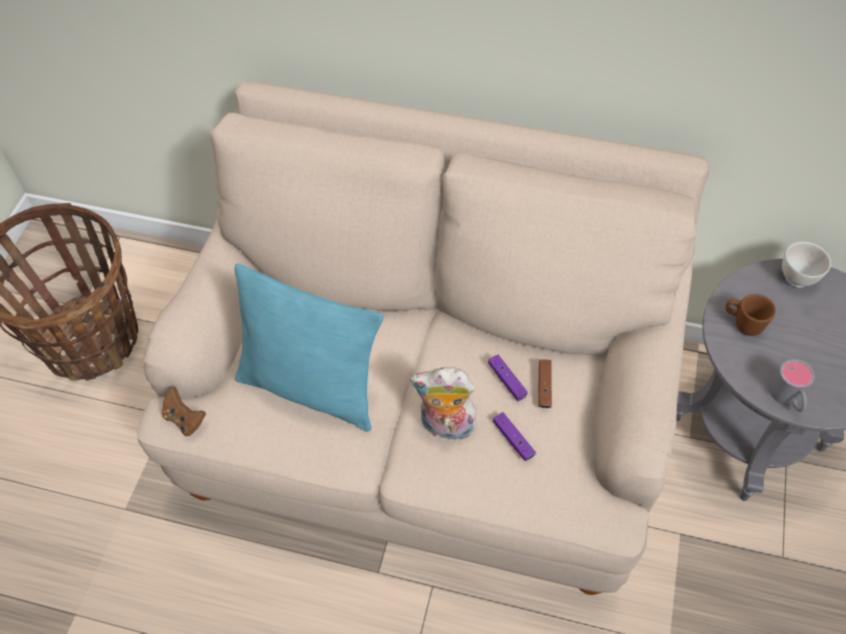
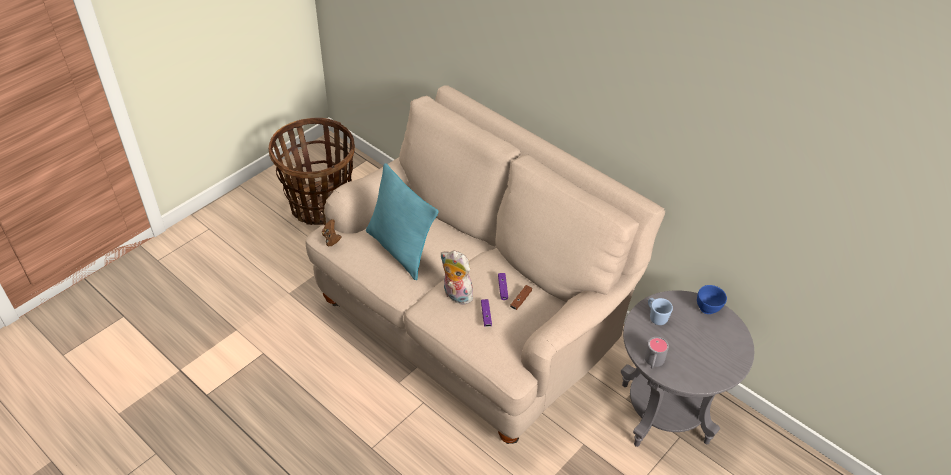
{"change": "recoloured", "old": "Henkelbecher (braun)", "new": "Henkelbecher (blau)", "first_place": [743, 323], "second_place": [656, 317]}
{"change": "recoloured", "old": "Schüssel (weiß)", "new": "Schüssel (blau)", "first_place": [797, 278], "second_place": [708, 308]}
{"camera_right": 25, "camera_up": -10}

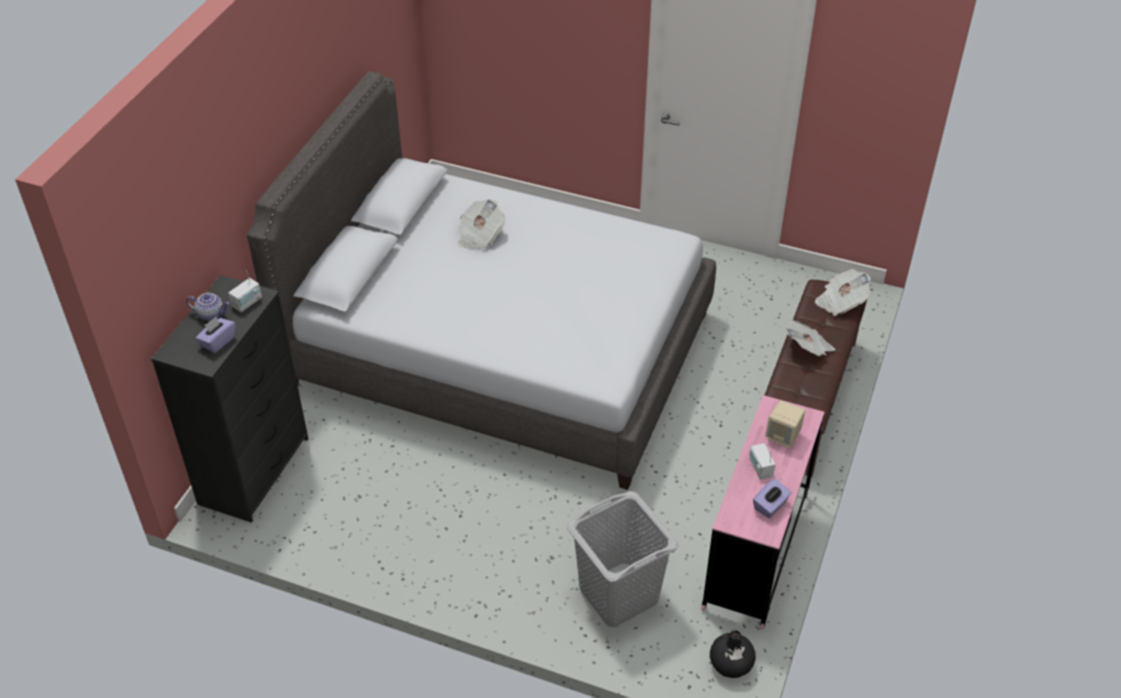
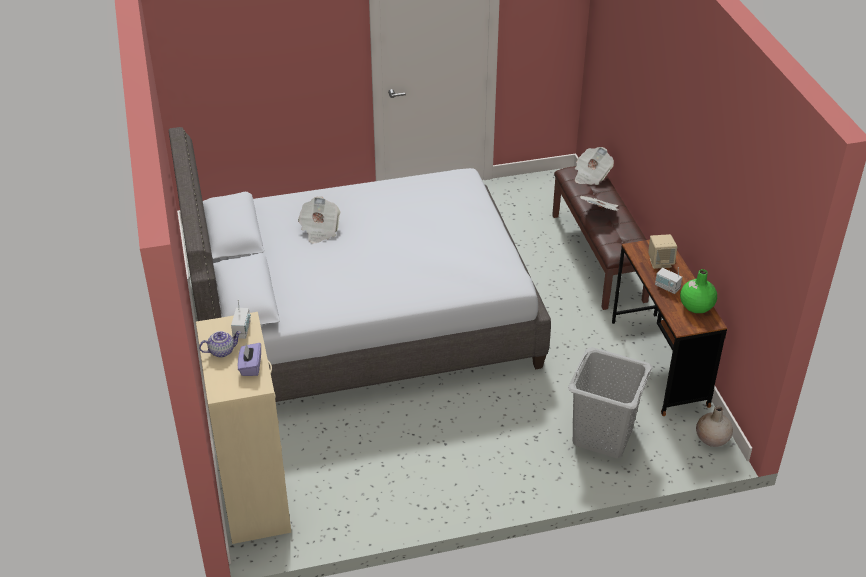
{"change": "recoloured", "old": "Kommode (schwarz)", "new": "Kommode (beige)", "first_place": [255, 470], "second_place": [254, 495]}
{"change": "recoloured", "old": "Schreibtisch (rosa)", "new": "Schreibtisch (braun)", "first_place": [756, 550], "second_place": [659, 363]}
{"change": "recoloured", "old": "Vase (schwarz)", "new": "Vase (beige)", "first_place": [730, 664], "second_place": [712, 439]}
{"change": "replaced", "old": "Taschentuchbox (lila)", "new": "Vase (grün)", "first_place": [770, 506], "second_place": [696, 306]}
{"camera_right": -35, "camera_up": -5}

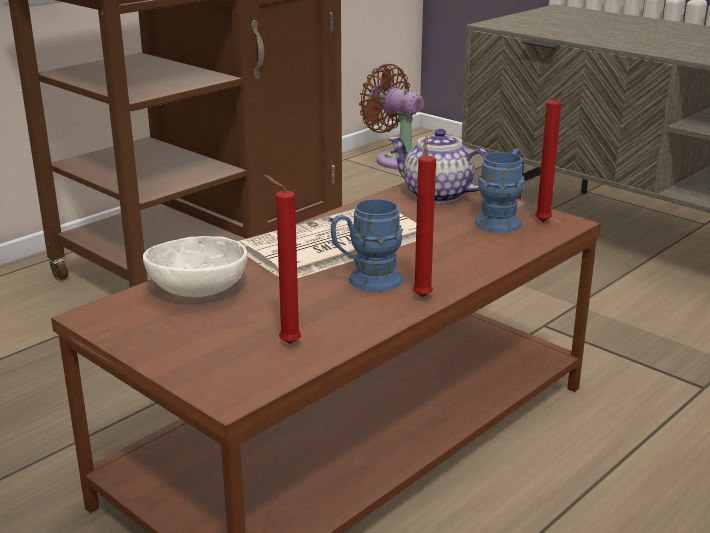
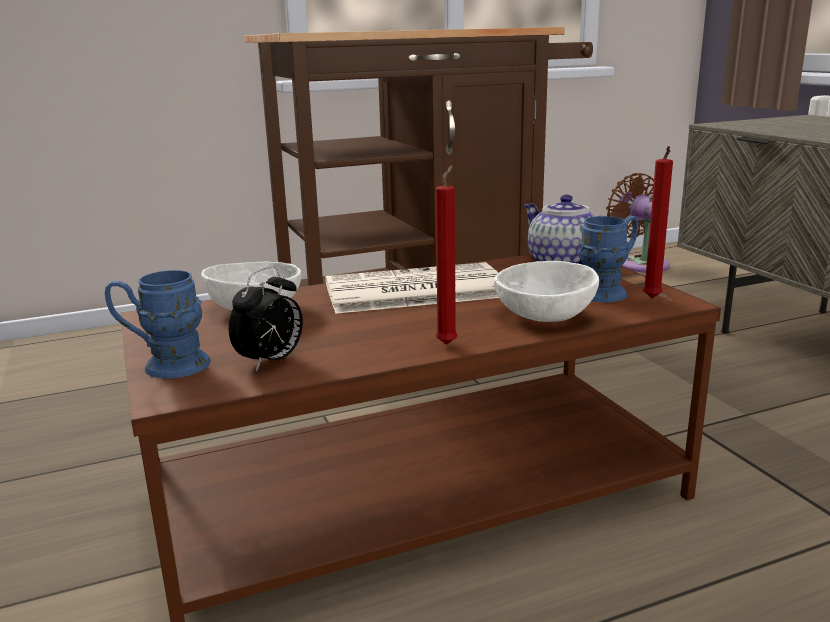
{"change": "replaced", "old": "Kerze (rot)", "new": "Wecker", "first_place": [286, 343], "second_place": [271, 362]}
{"change": "moved", "old": "Henkelbecher (blau)", "first_place": [366, 281], "second_place": [164, 365]}
{"change": "added", "new": "Schüssel (weiß)", "second_place": [544, 316]}
{"camera_right": 25, "camera_up": -5}

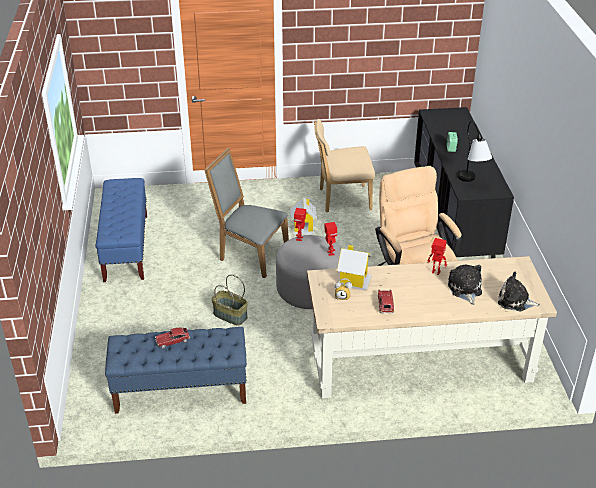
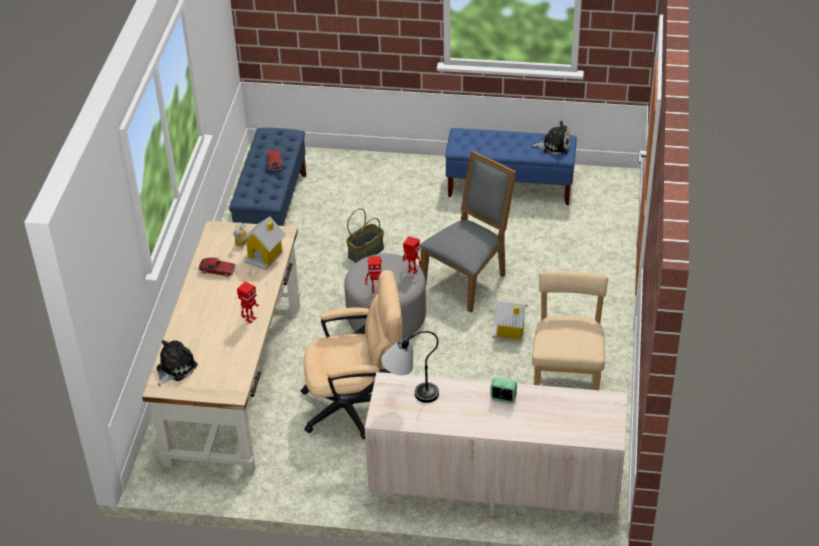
{"change": "recoloured", "old": "Kommode (schwarz)", "new": "Kommode (beige)", "first_place": [454, 217], "second_place": [494, 488]}
{"change": "moved", "old": "Plüschtier", "first_place": [465, 289], "second_place": [554, 145]}
{"camera_right": 105, "camera_up": 5}

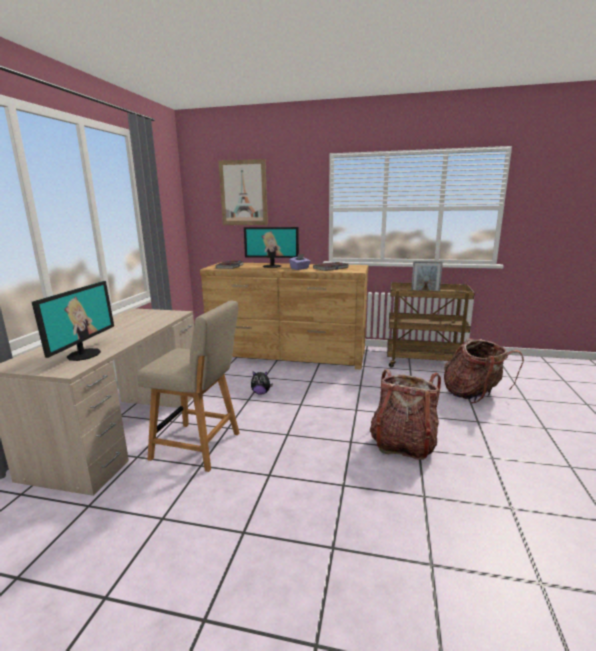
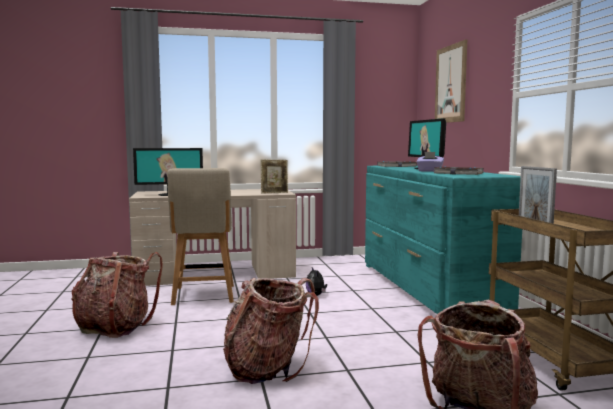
{"change": "recoloured", "old": "Kommode (braun)", "new": "Kommode (türkis)", "first_place": [287, 355], "second_place": [427, 288]}
{"change": "added", "new": "Rucksack", "second_place": [115, 327]}
{"change": "added", "new": "Bilderrahmen", "second_place": [274, 193]}
{"camera_right": 65, "camera_up": -10}

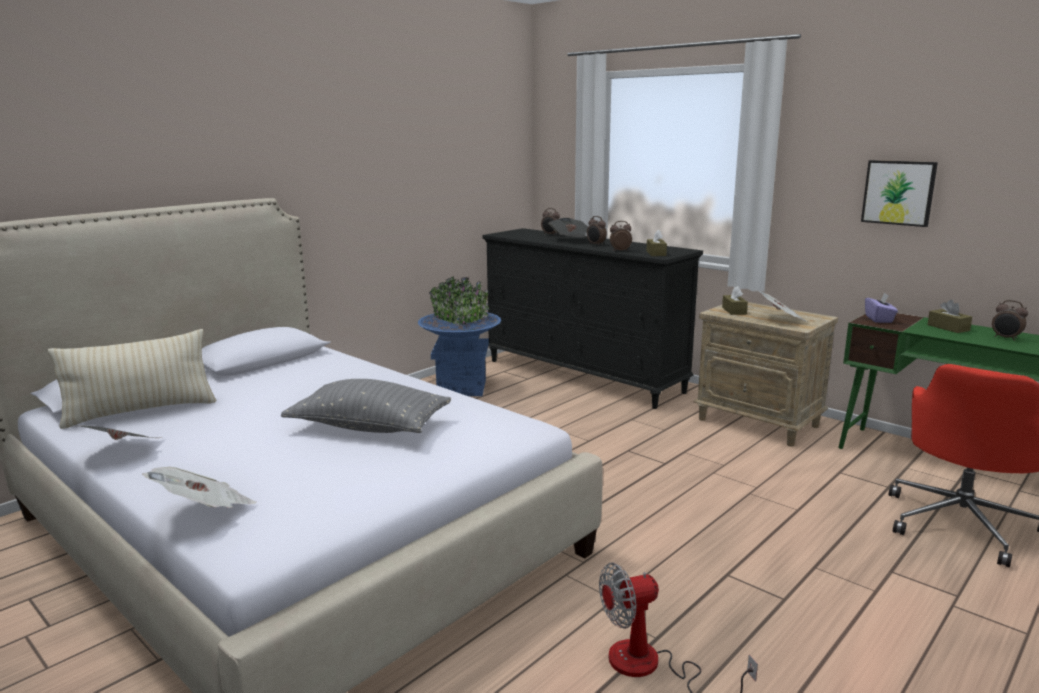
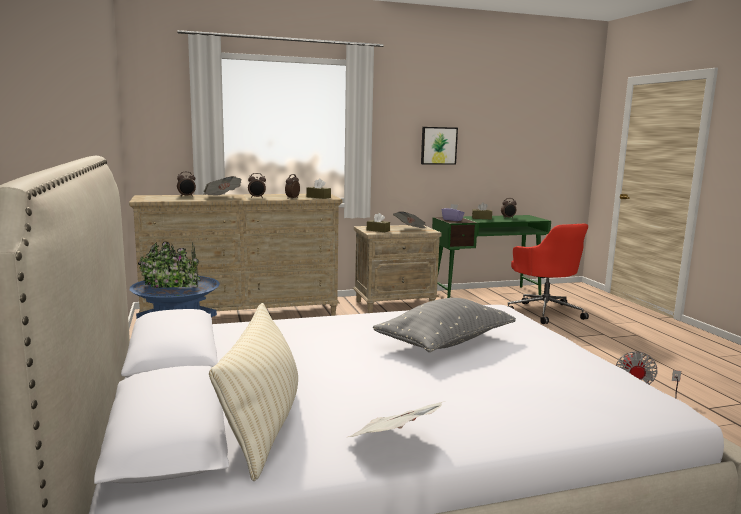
{"change": "removed", "old": "Zeitung", "first_place": [205, 510]}
{"change": "recoloured", "old": "Kommode (schwarz)", "new": "Kommode (beige)", "first_place": [583, 376], "second_place": [242, 316]}
{"camera_right": -60, "camera_up": -5}

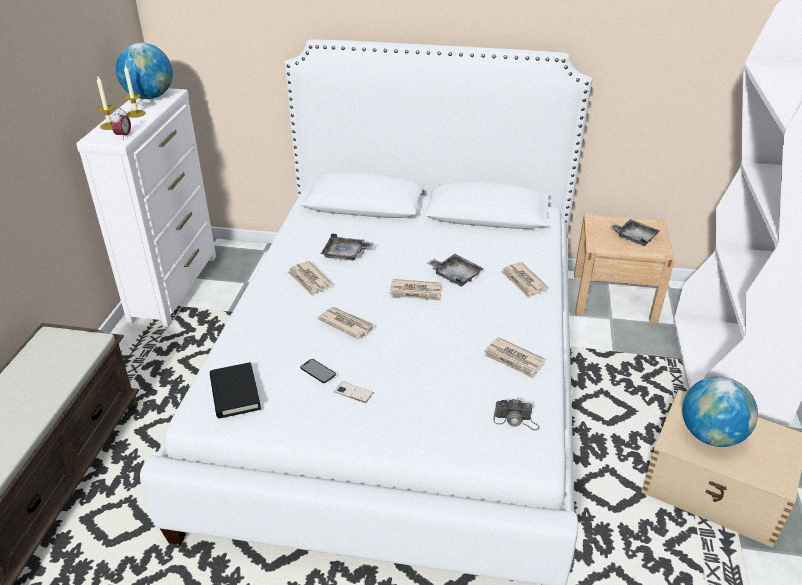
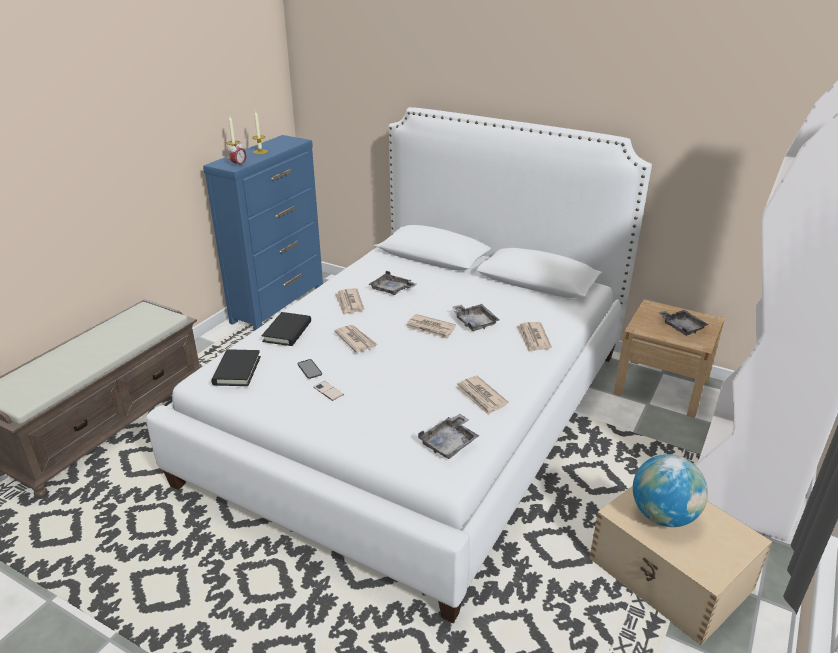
{"change": "recoloured", "old": "Kommode (weiß)", "new": "Kommode (blau)", "first_place": [175, 287], "second_place": [279, 304]}
{"change": "removed", "old": "Globus", "first_place": [149, 97]}
{"change": "replaced", "old": "Kamera", "new": "Tablett (grau)", "first_place": [516, 420], "second_place": [449, 443]}
{"change": "added", "new": "Buch (schwarz)", "second_place": [287, 332]}
{"camera_right": 20, "camera_up": -5}

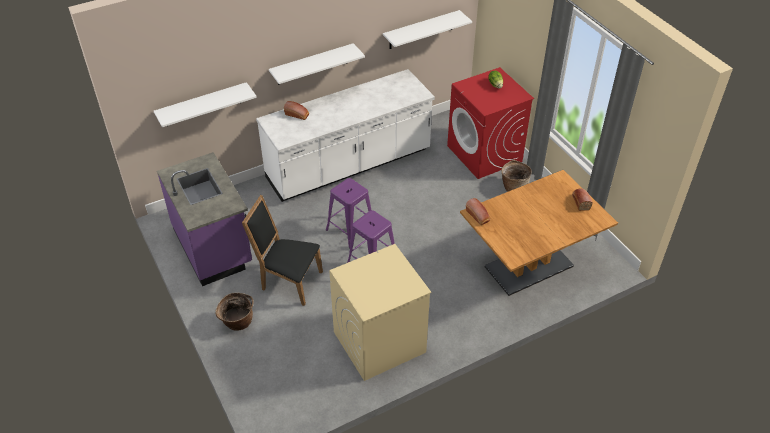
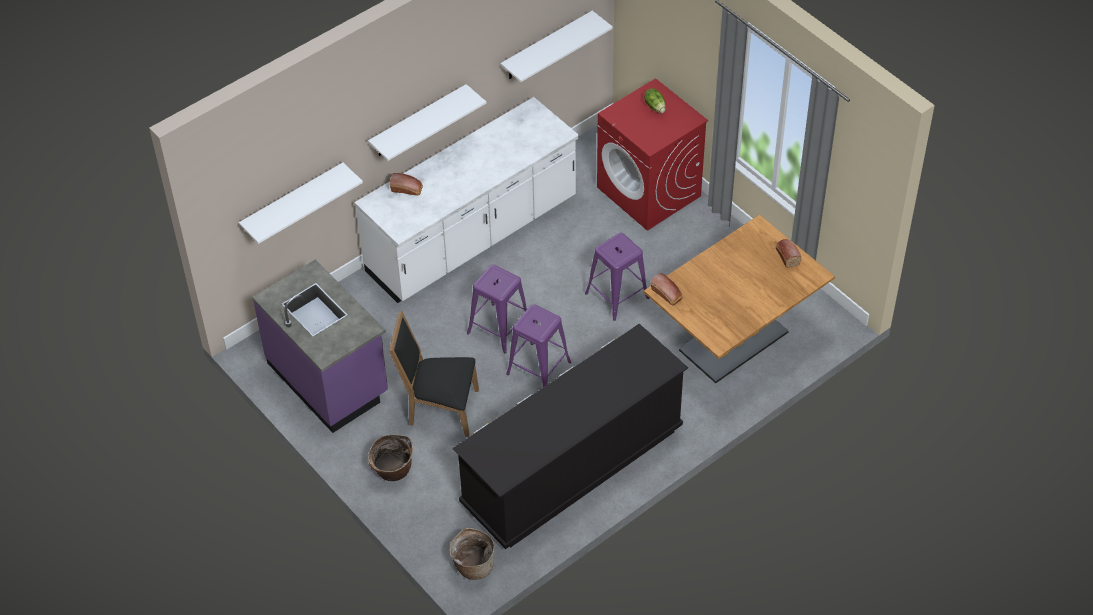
{"change": "replaced", "old": "Waschmaschine (beige)", "new": "Kommode (schwarz)", "first_place": [379, 342], "second_place": [572, 466]}
{"change": "moved", "old": "Korb", "first_place": [513, 186], "second_place": [473, 565]}
{"change": "added", "new": "Hocker (lila)", "second_place": [617, 295]}
{"camera_right": -10, "camera_up": 5}

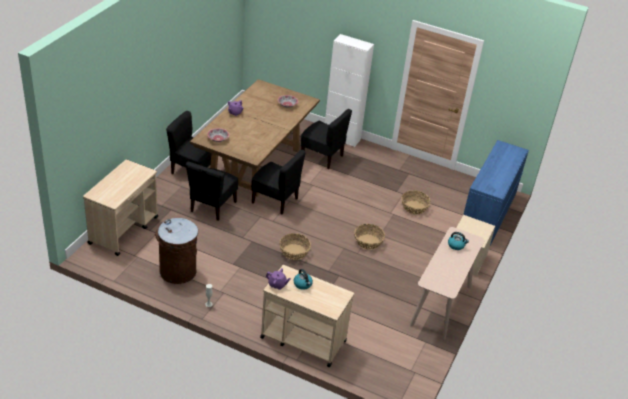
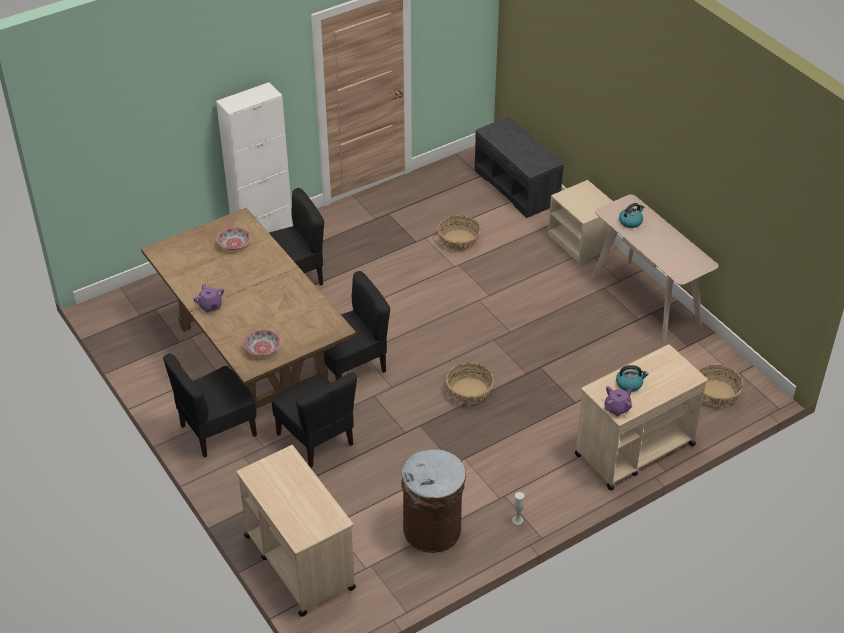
{"change": "moved", "old": "Korb", "first_place": [368, 242], "second_place": [716, 393]}
{"change": "replaced", "old": "Kommode (blau)", "new": "Bank (grau)", "first_place": [487, 216], "second_place": [517, 187]}
{"camera_right": -55, "camera_up": 5}

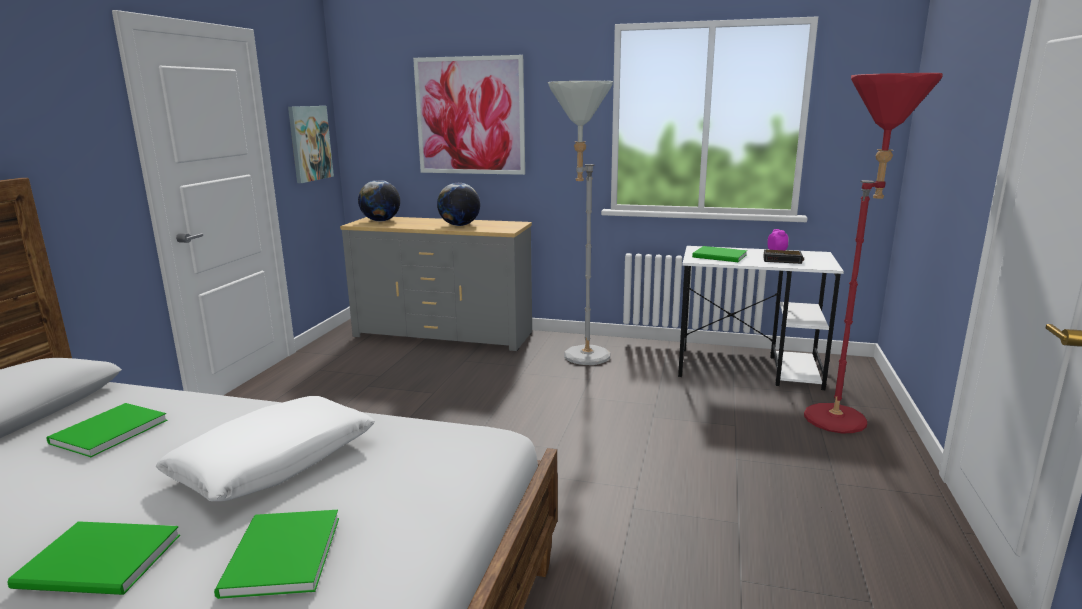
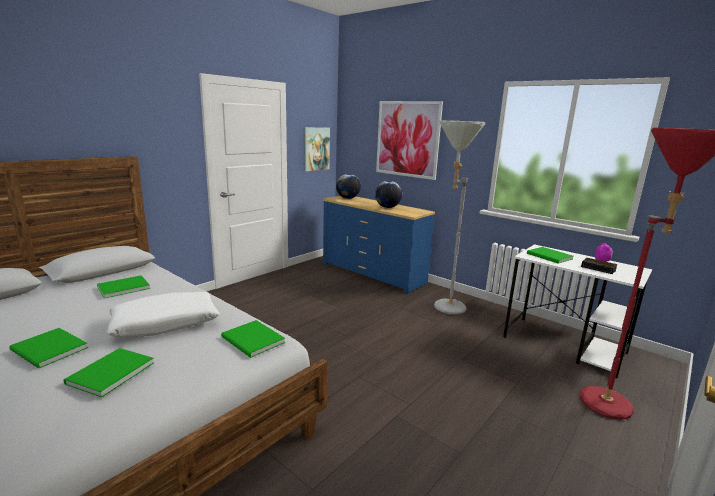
{"change": "recoloured", "old": "Kommode (grau)", "new": "Kommode (blau)", "first_place": [443, 334], "second_place": [373, 273]}
{"change": "added", "new": "Buch (grün)", "second_place": [252, 341]}
{"camera_right": 25, "camera_up": 0}

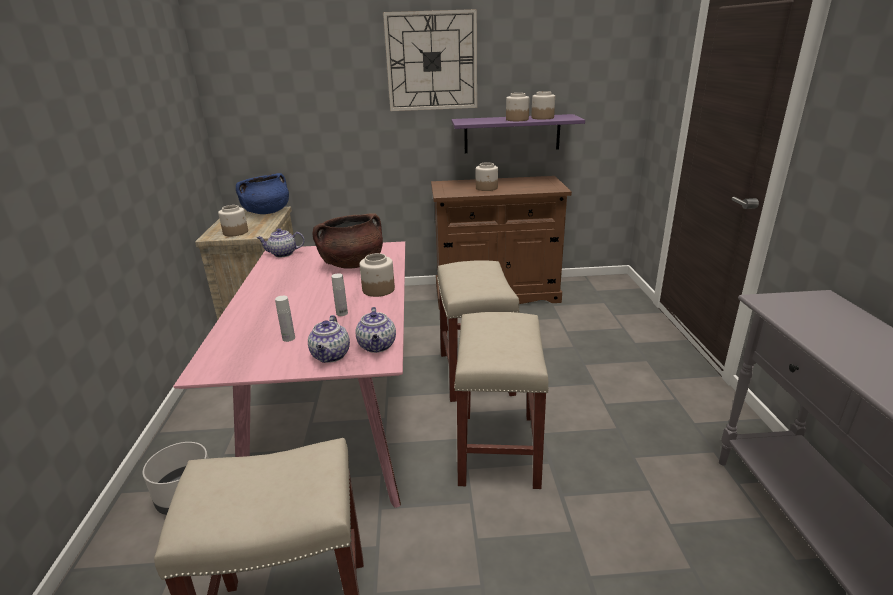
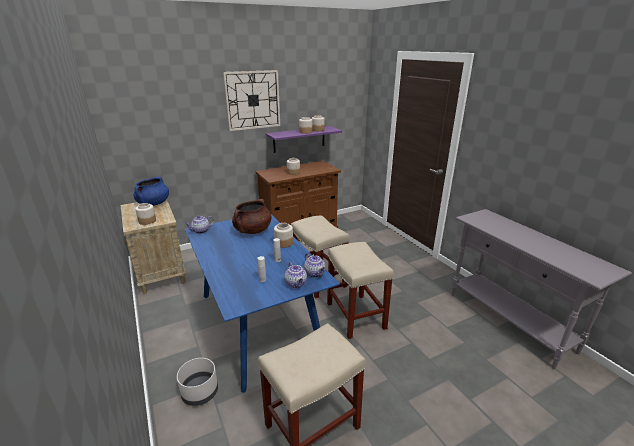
{"change": "recoloured", "old": "Esstisch (rosa)", "new": "Esstisch (blau)", "first_place": [338, 419], "second_place": [259, 323]}
{"camera_right": -25, "camera_up": 0}

